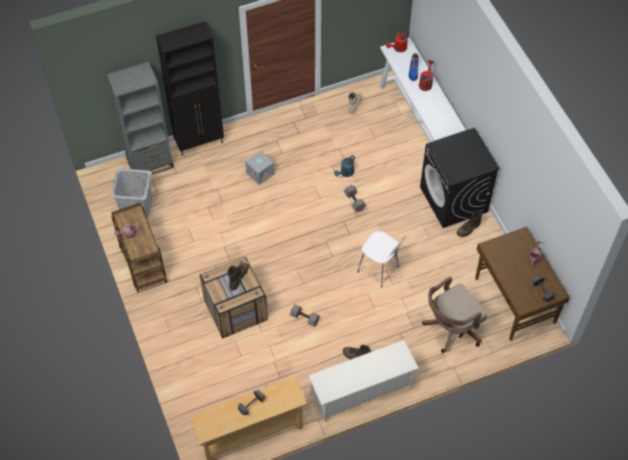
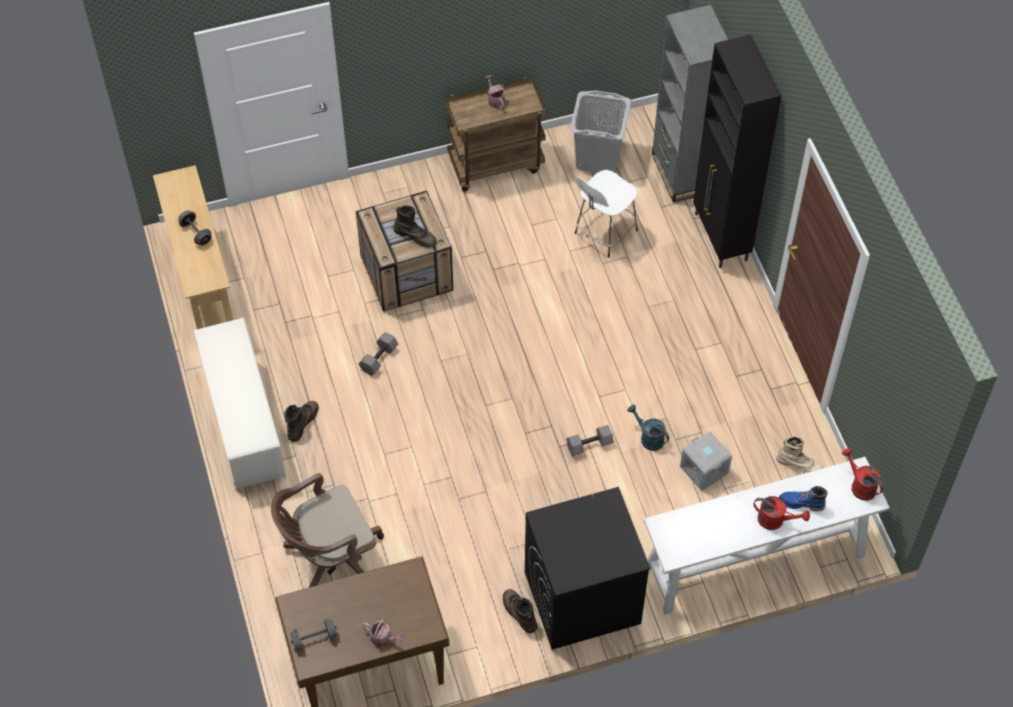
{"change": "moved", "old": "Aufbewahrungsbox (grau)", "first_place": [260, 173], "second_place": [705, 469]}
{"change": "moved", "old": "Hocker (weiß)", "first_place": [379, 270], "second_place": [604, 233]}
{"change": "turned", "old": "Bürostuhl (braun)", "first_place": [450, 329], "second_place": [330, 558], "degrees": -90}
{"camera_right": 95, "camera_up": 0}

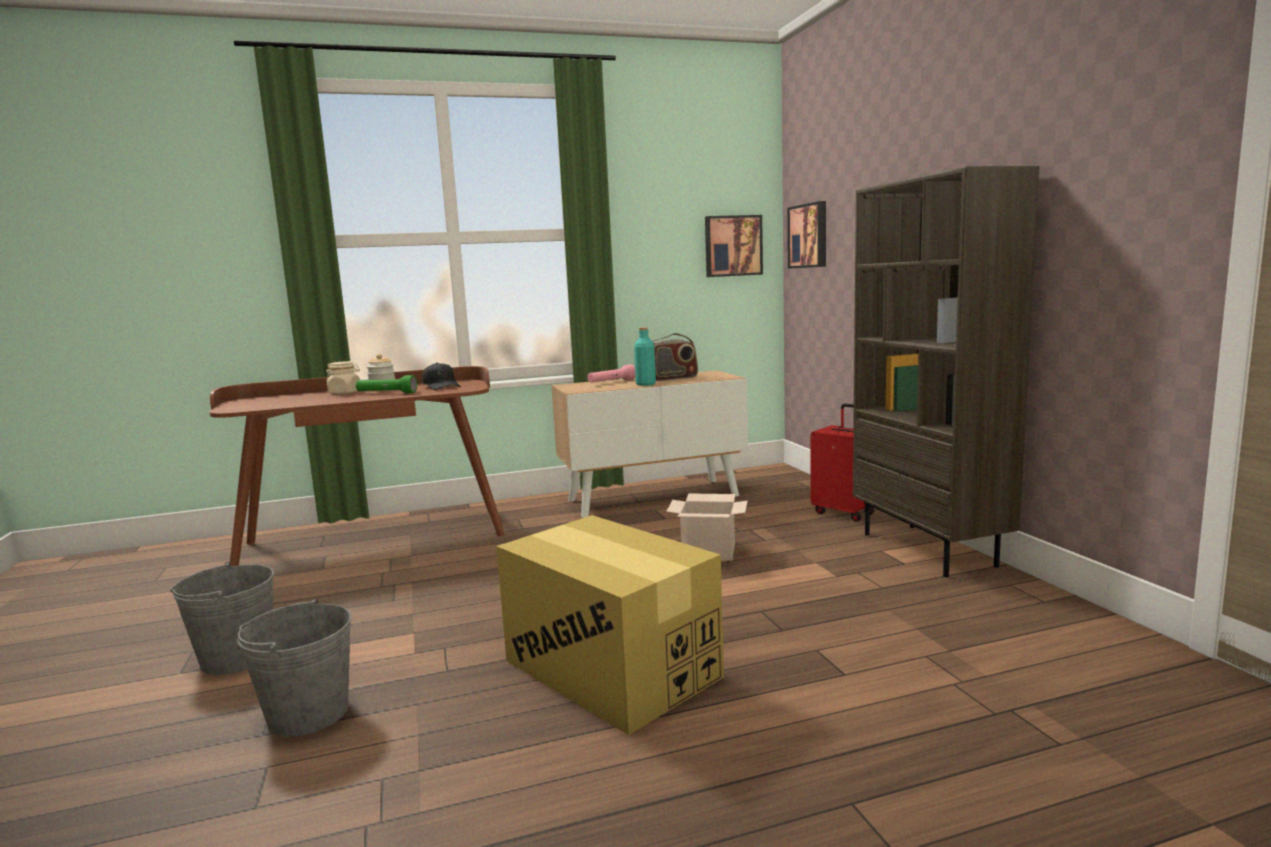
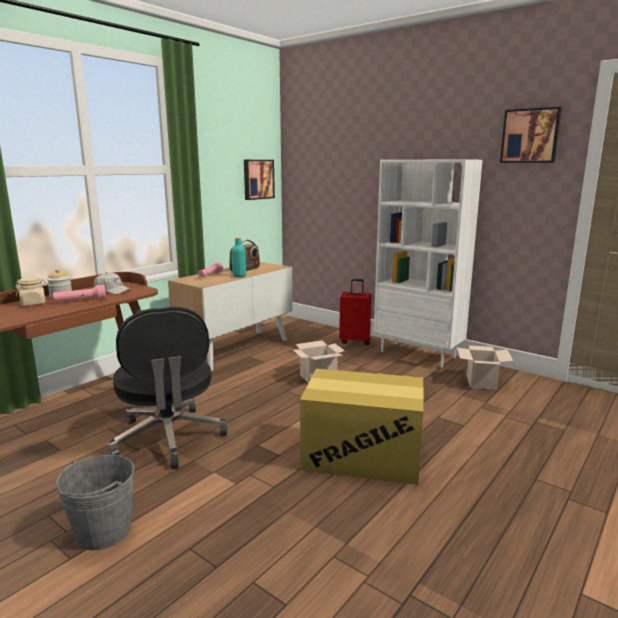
{"change": "removed", "old": "Eimer (grau)", "first_place": [308, 714]}
{"change": "recoloured", "old": "Taschenlampe (grün)", "new": "Taschenlampe (rosa)", "first_place": [386, 393], "second_place": [80, 301]}
{"change": "recoloured", "old": "Kappe (schwarz)", "new": "Kappe (weiß)", "first_place": [441, 386], "second_place": [112, 290]}
{"change": "moved", "old": "Bild", "first_place": [809, 236], "second_place": [530, 136]}
{"change": "recoloured", "old": "Bücherregal (braun)", "new": "Bücherregal (weiß)", "first_place": [930, 549], "second_place": [418, 354]}
{"change": "added", "new": "Bürostuhl (schwarz)", "second_place": [168, 438]}
{"change": "added", "new": "Karton", "second_place": [480, 382]}
{"camera_right": -35, "camera_up": 5}

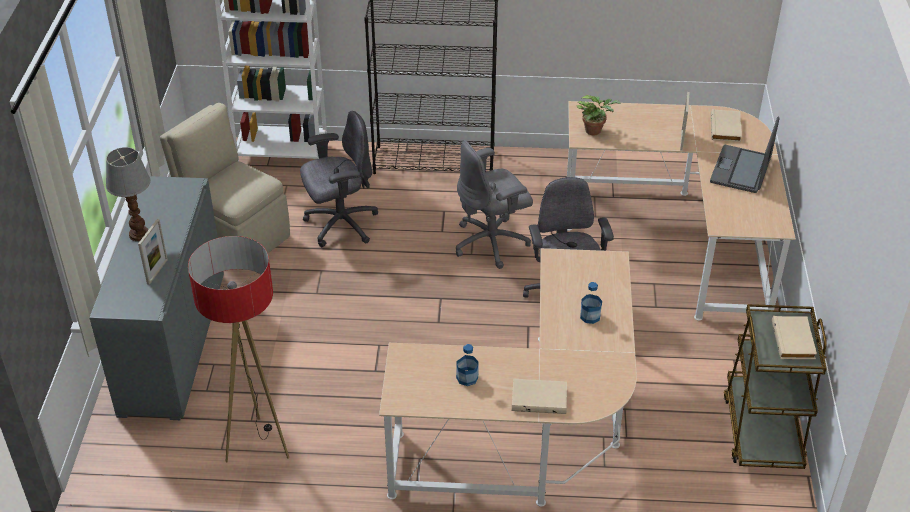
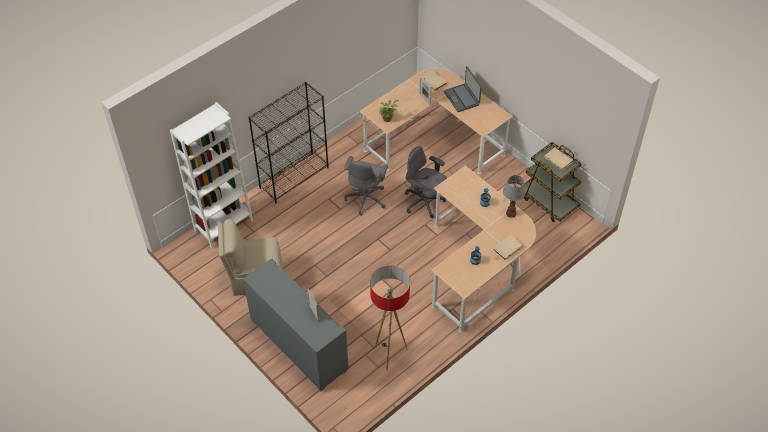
{"change": "moved", "old": "Tischlampe", "first_place": [139, 234], "second_place": [510, 213]}
{"change": "removed", "old": "Bürostuhl (grau)", "first_place": [340, 224]}
{"camera_right": -45, "camera_up": 10}

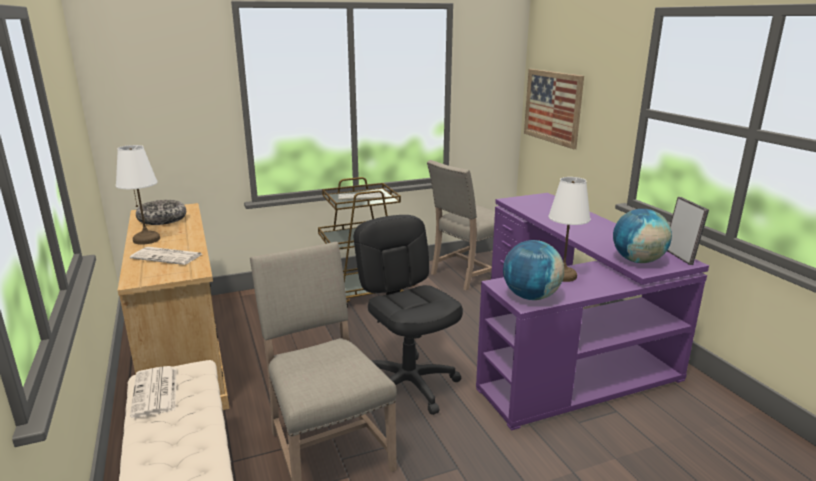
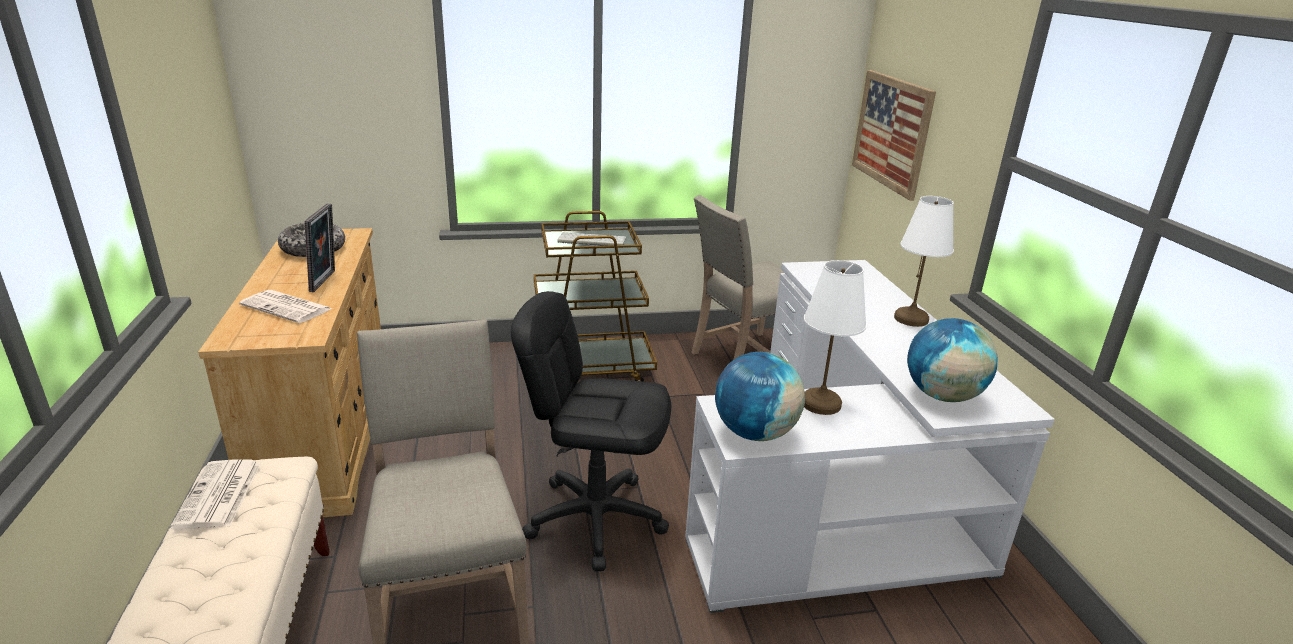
{"change": "moved", "old": "Tischlampe (weiß)", "first_place": [147, 239], "second_place": [911, 318]}
{"change": "turned", "old": "Bürostuhl (schwarz)", "first_place": [409, 385], "second_place": [595, 518], "degrees": -60}
{"change": "recoloured", "old": "Schreibtisch (lila)", "new": "Schreibtisch (weiß)", "first_place": [567, 345], "second_place": [843, 492]}
{"change": "moved", "old": "Bilderrahmen", "first_place": [680, 256], "second_place": [326, 281]}
{"camera_right": 10, "camera_up": 5}

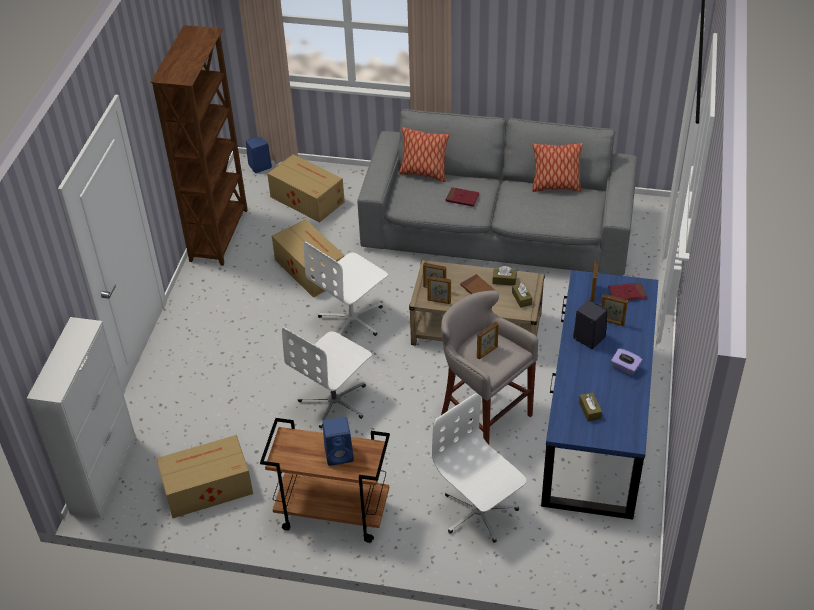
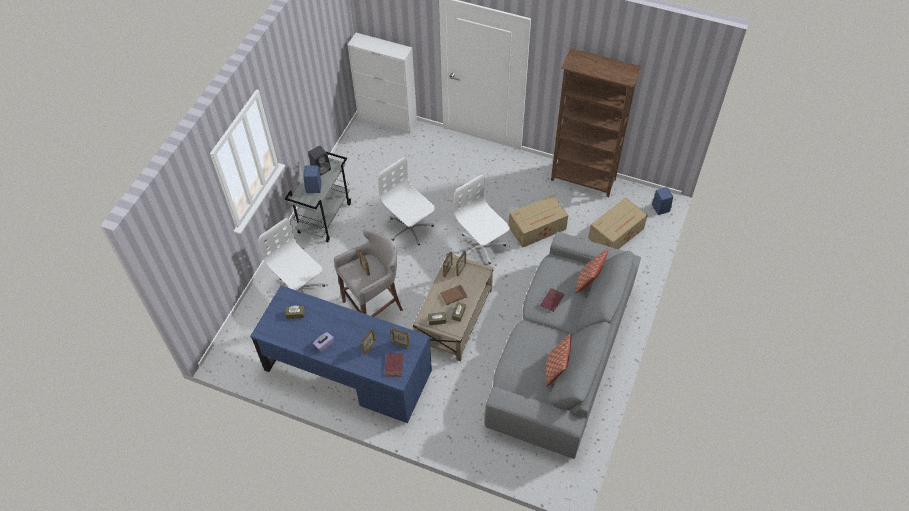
{"change": "removed", "old": "Karton", "first_place": [206, 487]}
{"change": "recoloured", "old": "Rollwagen (braun)", "new": "Rollwagen (grau)", "first_place": [332, 514], "second_place": [324, 217]}
{"change": "turned", "old": "Bürostuhl (weiß)", "first_place": [478, 512], "second_place": [300, 289], "degrees": -105}
{"change": "moved", "old": "Lautsprecher (schwarz)", "first_place": [588, 337], "second_place": [321, 169]}
{"camera_right": 100, "camera_up": 10}

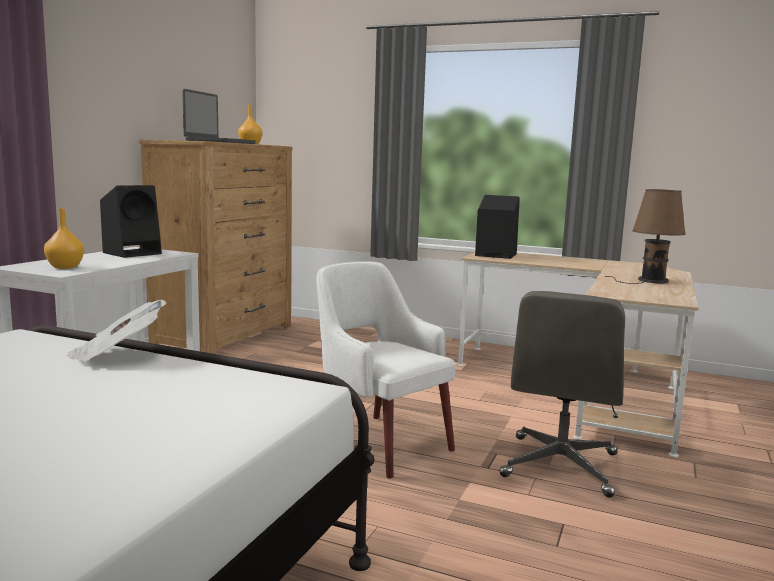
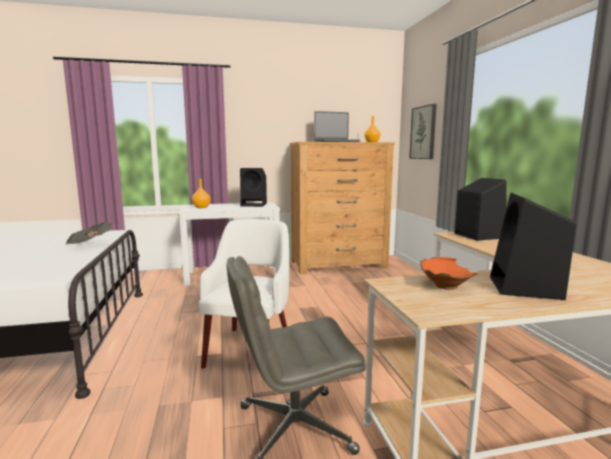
{"change": "replaced", "old": "Tischlampe (braun)", "new": "Lautsprecher (schwarz)", "first_place": [649, 281], "second_place": [525, 288]}
{"change": "added", "new": "Bild", "second_place": [423, 132]}
{"change": "added", "new": "Schüssel (orange)", "second_place": [443, 286]}
{"camera_right": 55, "camera_up": 0}

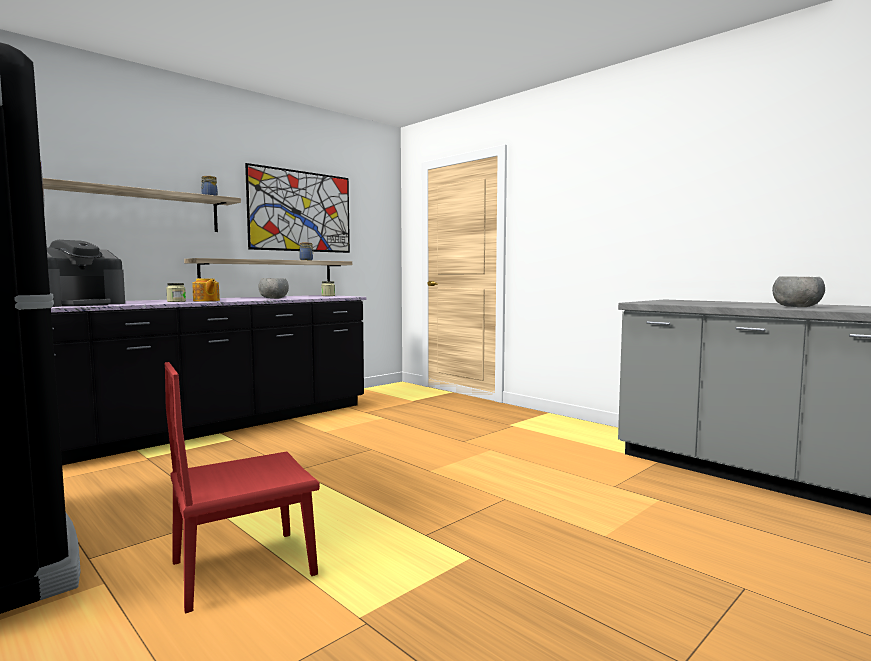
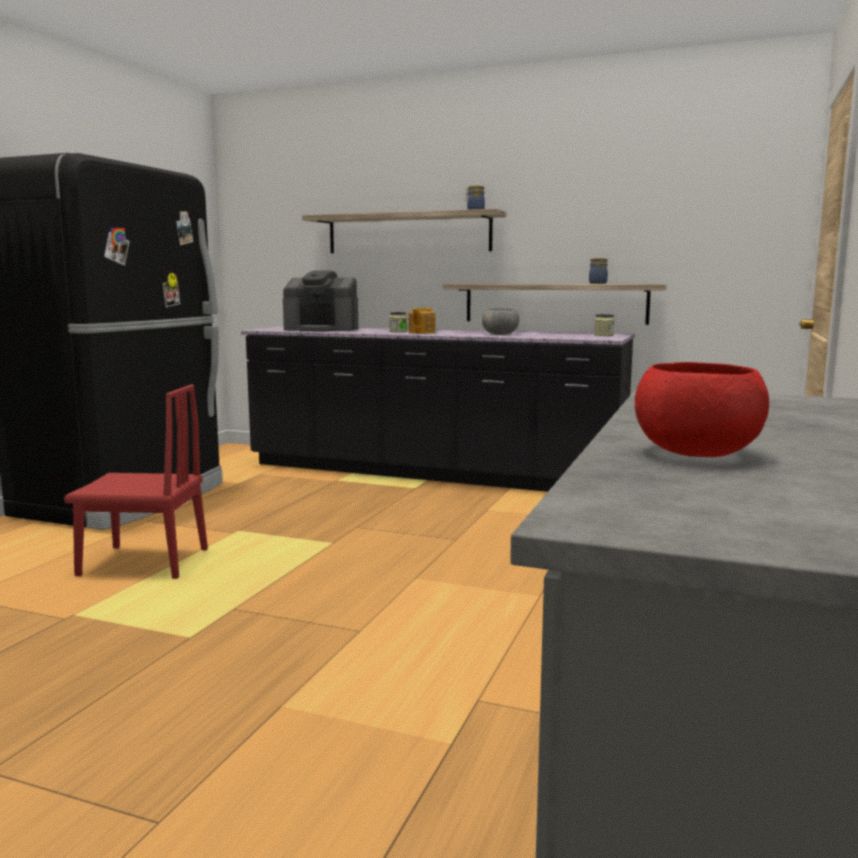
{"change": "turned", "old": "Stuhl (rot)", "first_place": [244, 568], "second_place": [144, 562], "degrees": 150}
{"change": "removed", "old": "Bild", "first_place": [301, 211]}
{"change": "recoloured", "old": "Schüssel (grau)", "new": "Schüssel (rot)", "first_place": [796, 307], "second_place": [695, 453]}
{"camera_right": 65, "camera_up": 5}

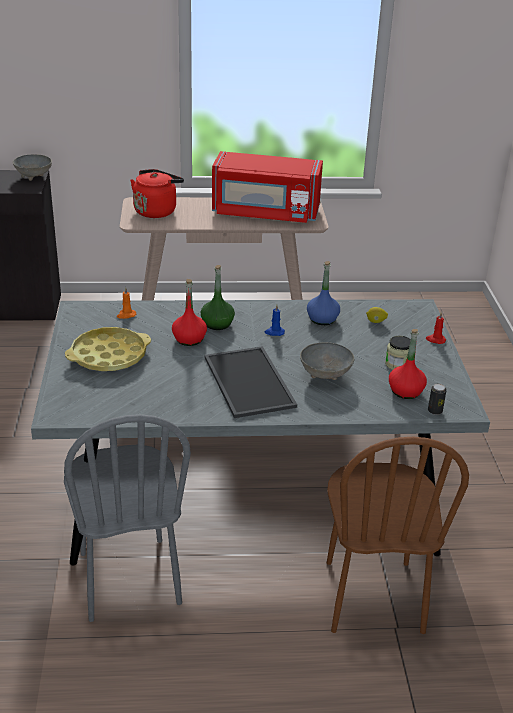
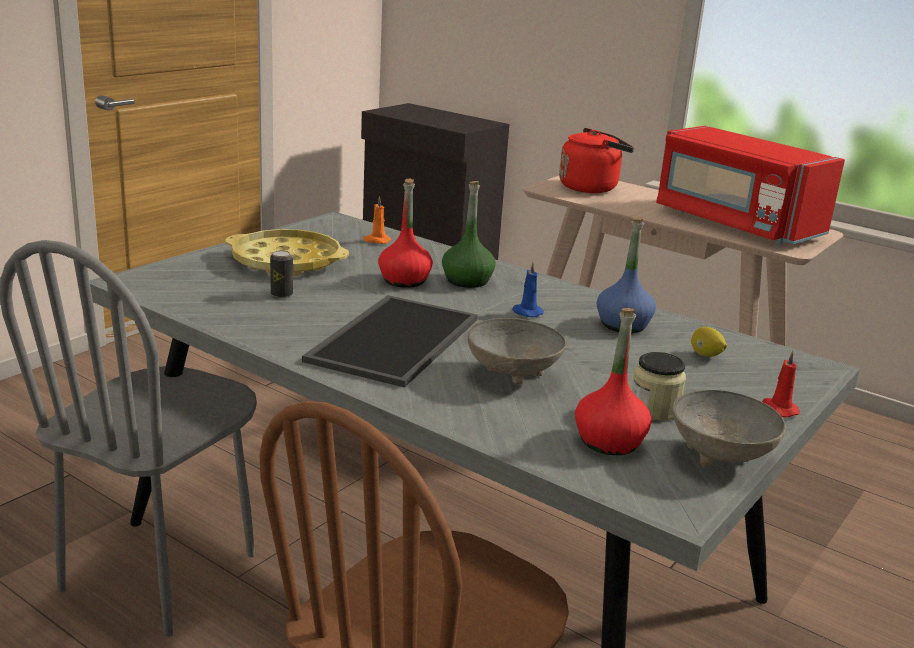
{"change": "moved", "old": "Schüssel (grau)", "first_place": [34, 177], "second_place": [720, 458]}
{"change": "moved", "old": "Dose", "first_place": [435, 411], "second_place": [281, 294]}
{"camera_right": 40, "camera_up": -10}

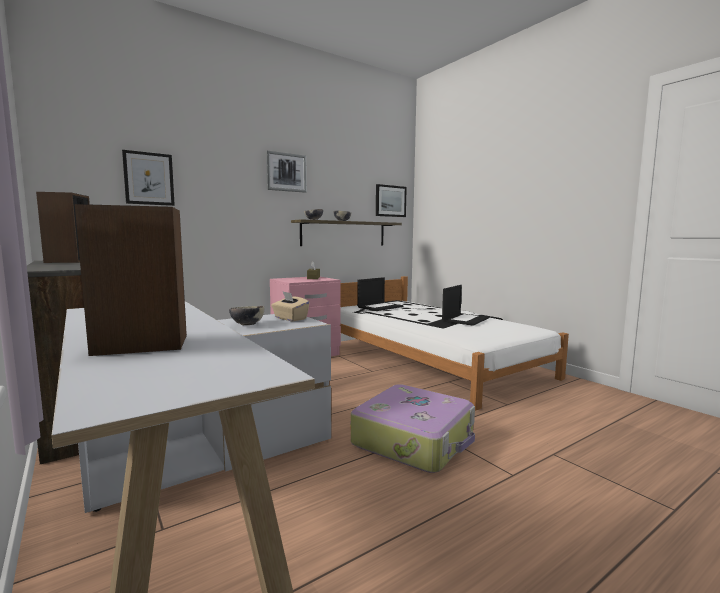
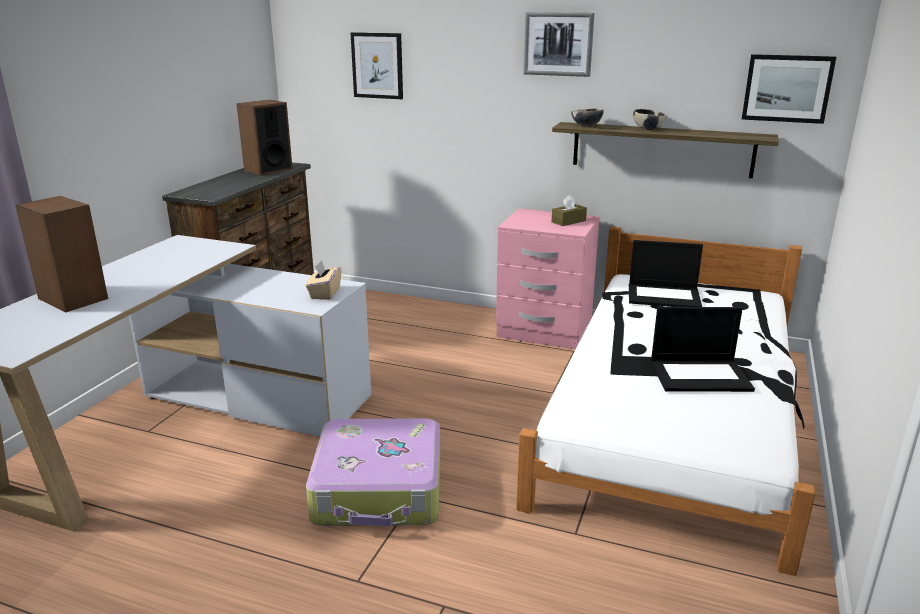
{"change": "removed", "old": "Schüssel", "first_place": [247, 325]}
{"camera_right": 55, "camera_up": 15}

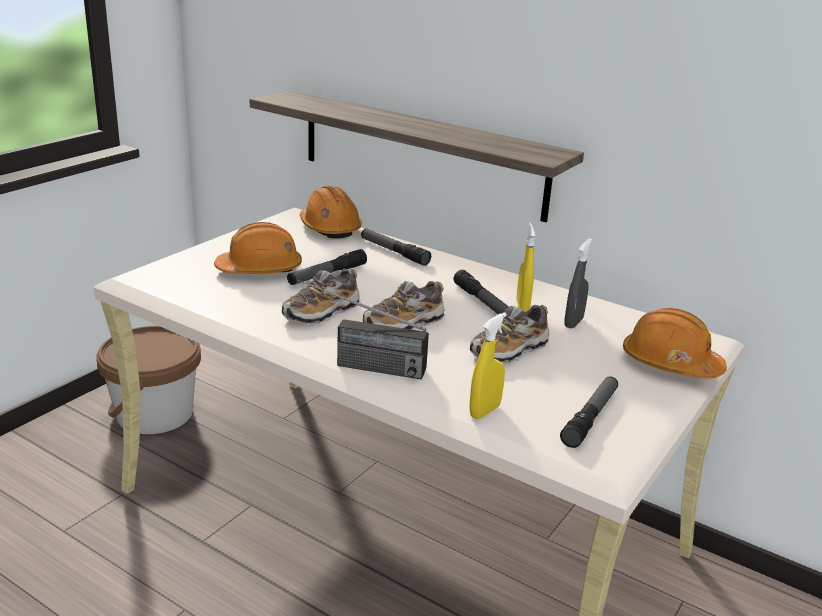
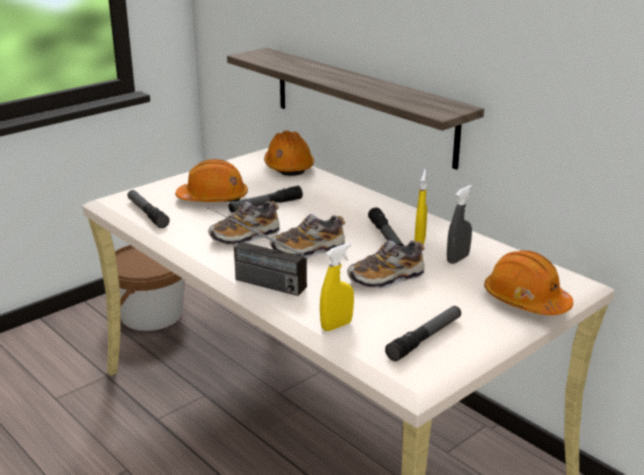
{"change": "moved", "old": "Taschenlampe", "first_place": [394, 252], "second_place": [147, 213]}
{"camera_right": 15, "camera_up": 0}

